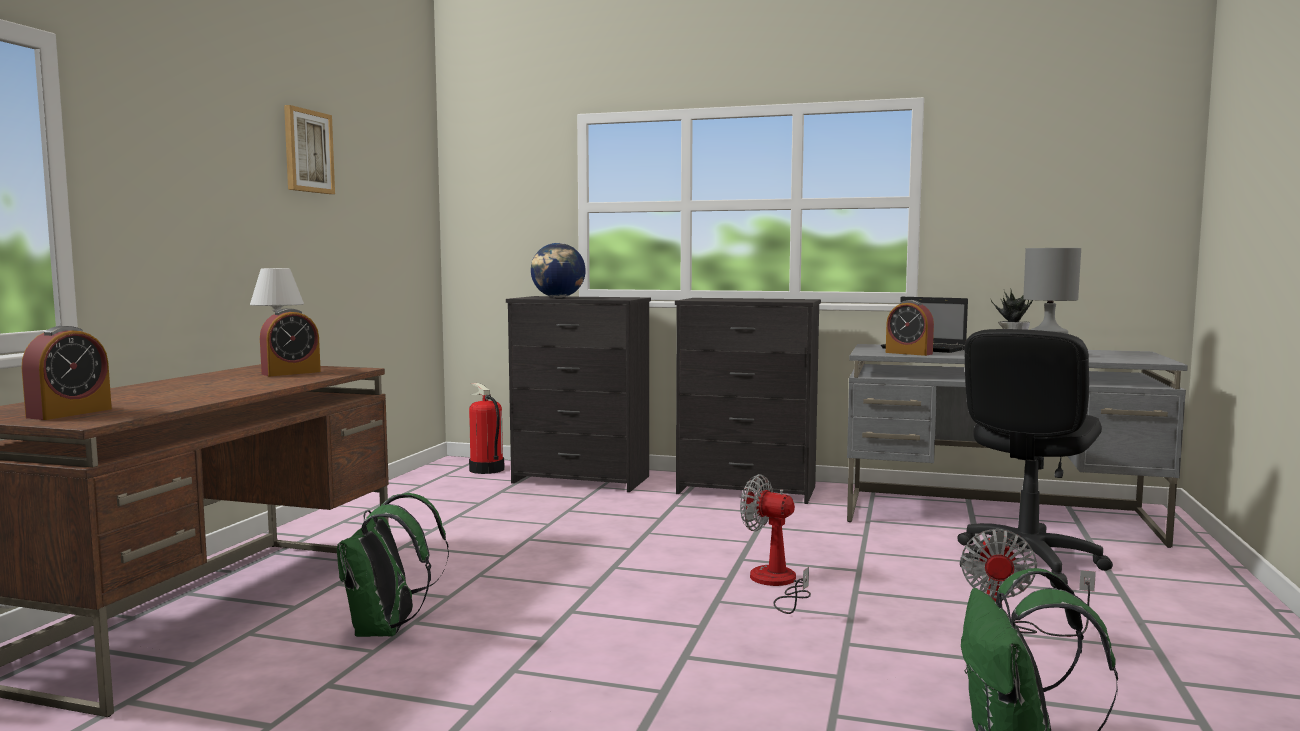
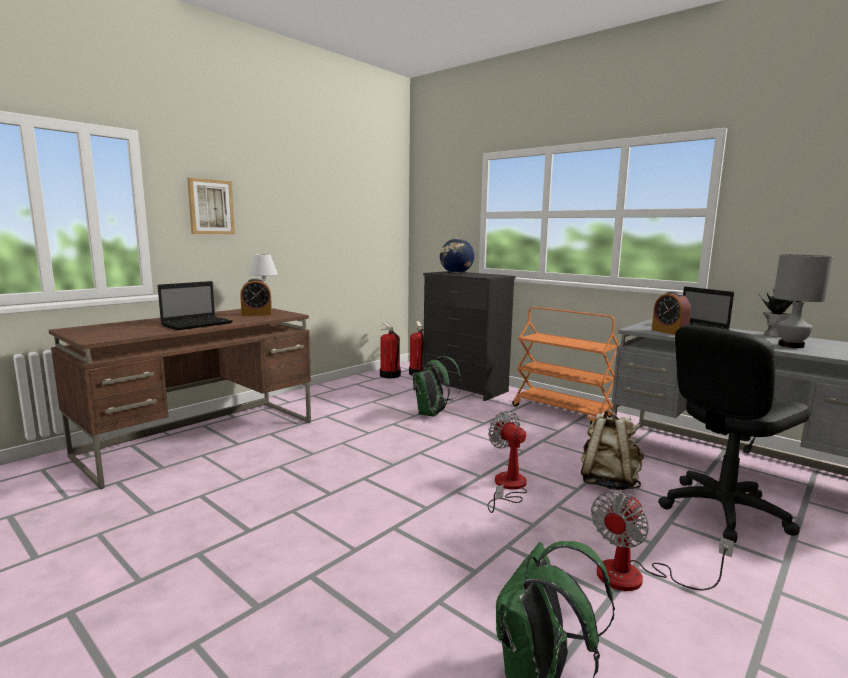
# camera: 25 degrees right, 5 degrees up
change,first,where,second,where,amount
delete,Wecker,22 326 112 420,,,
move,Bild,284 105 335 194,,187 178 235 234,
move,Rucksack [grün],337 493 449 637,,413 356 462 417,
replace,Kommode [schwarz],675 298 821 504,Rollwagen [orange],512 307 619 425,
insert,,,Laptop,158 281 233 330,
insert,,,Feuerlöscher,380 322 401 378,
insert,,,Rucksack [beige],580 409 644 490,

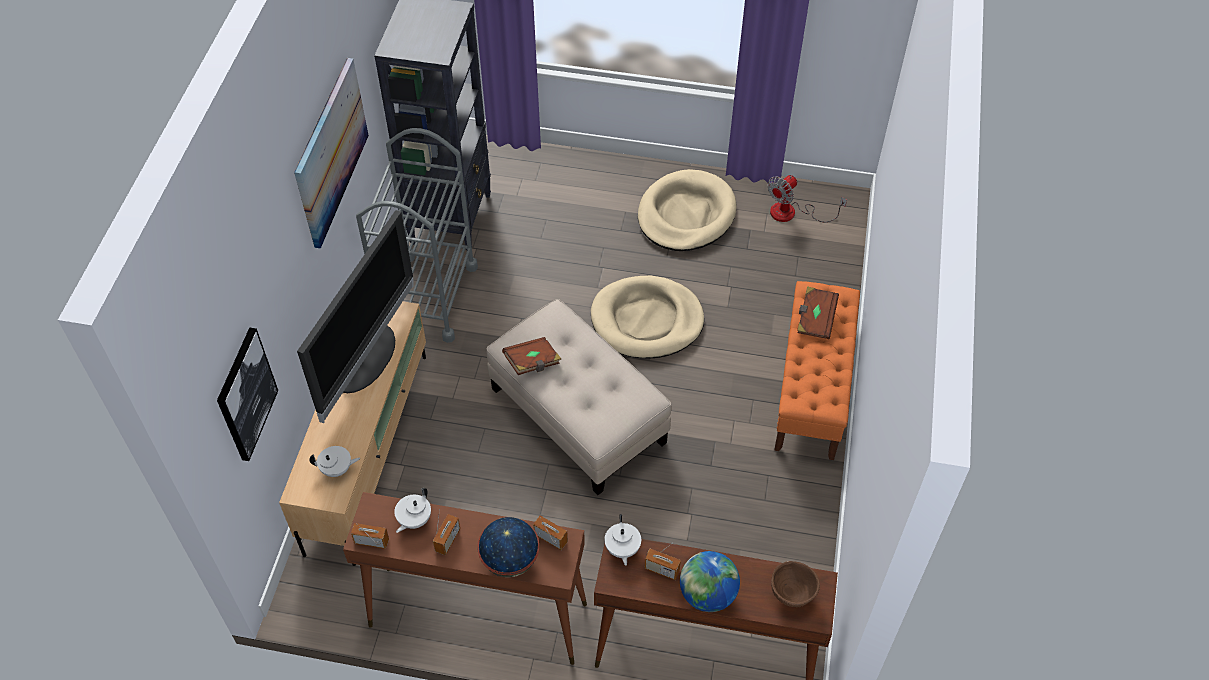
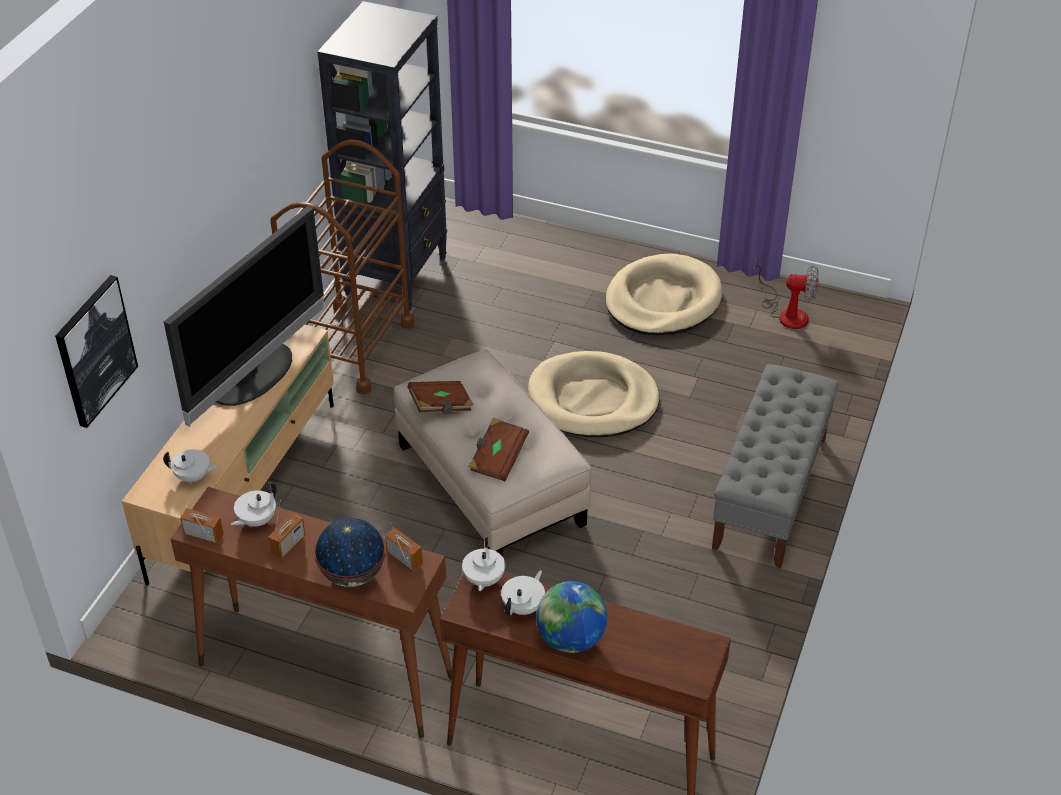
# camera: 10 degrees right, 10 degrees down
change,first,where,second,where,amount
delete,Bild,294 58 369 249,,,
recolor,Rollwagen [grau],356 128 478 343,Rollwagen [braun],270 139 414 395,
replace,Radio,644 543 681 580,Teekanne [weiß],501 570 545 616,
rotate,Ventilator,767 175 847 222,,754 258 819 329,135 degrees counterclockwise
delete,Schüssel [braun],771 561 820 608,,,
recolor,Bank [orange],774 281 860 460,Bank [grau],712 364 839 568,
move,Buch [braun],797 287 839 339,,468 418 529 481,

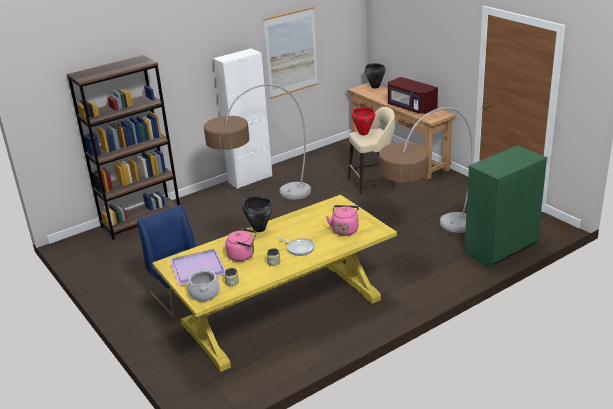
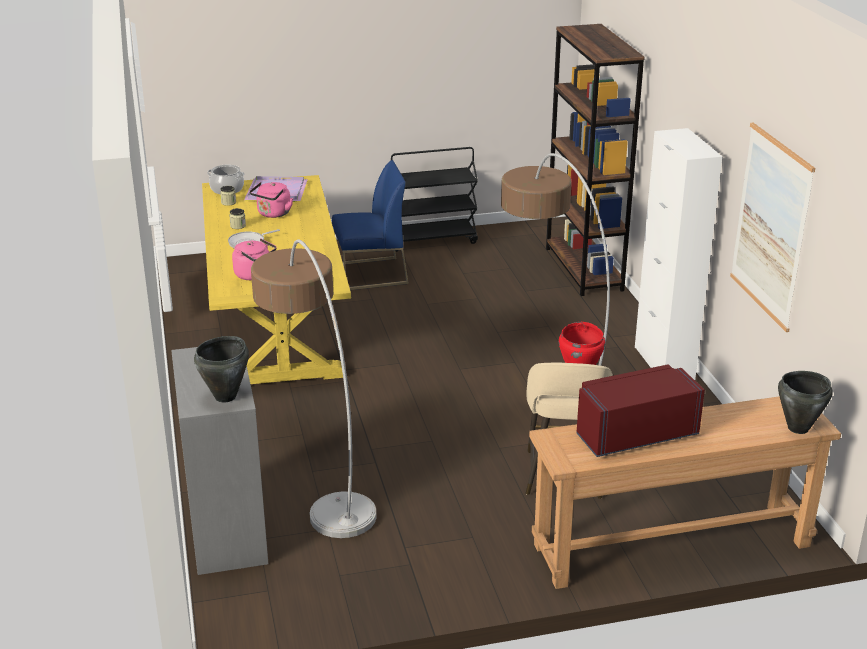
# camera: 110 degrees right, 0 degrees up
change,first,where,second,where,amount
move,Kochtopf [schwarz],242 196 273 232,,194 336 249 403,
recolor,Kommode [grün],464 145 548 269,Kommode [grau],171 347 268 575,
insert,,,Rollwagen [schwarz],391 147 478 252,

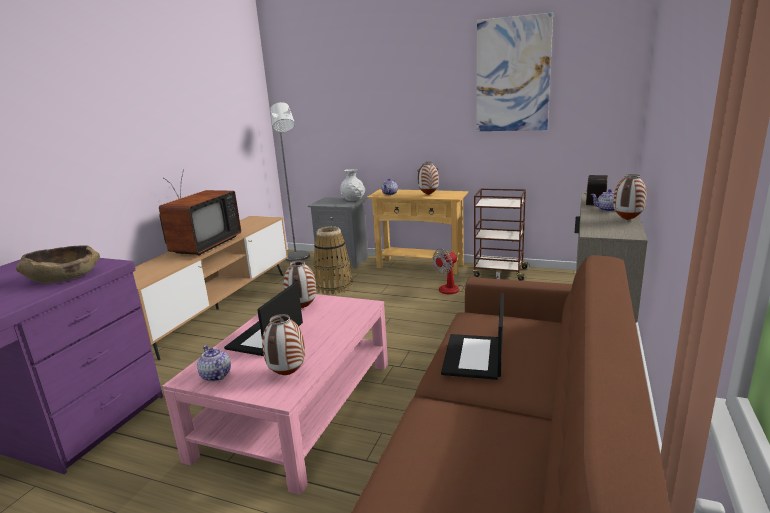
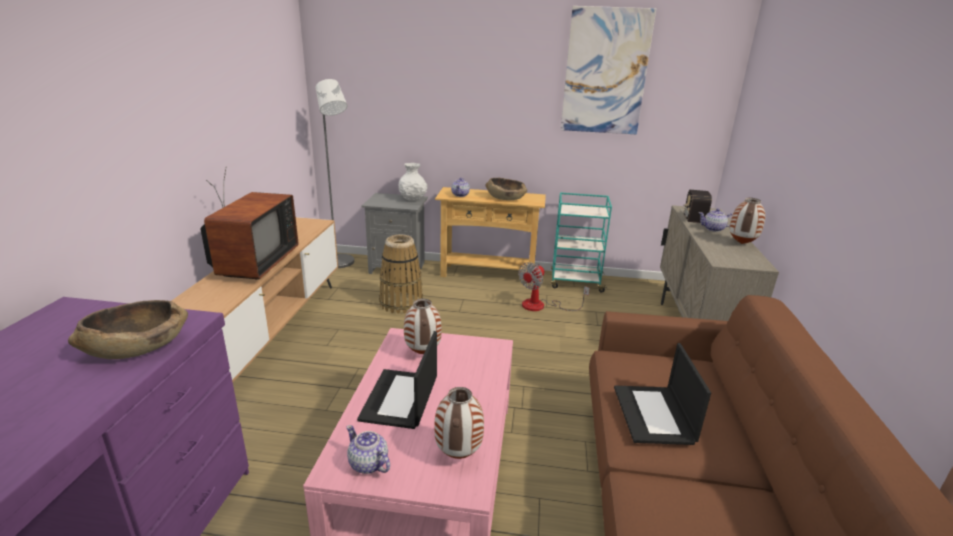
# camera: 15 degrees left, 5 degrees up
change,first,where,second,where,amount
replace,Vase,418 162 439 195,Schüssel [braun],486 178 527 200,
recolor,Rollwagen [braun],473 188 530 281,Rollwagen [türkis],551 192 612 293,

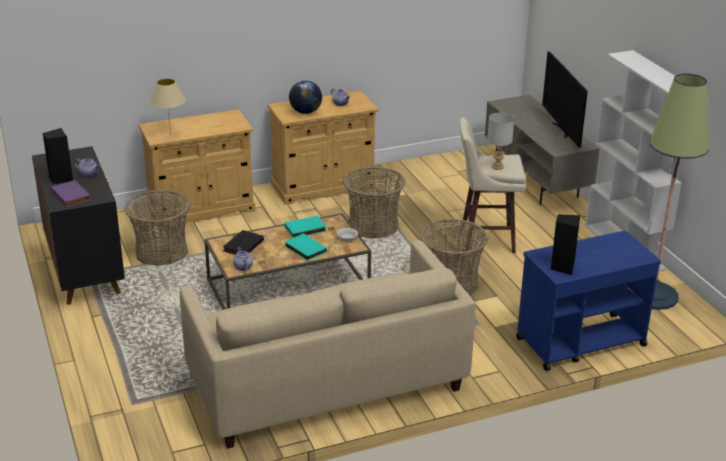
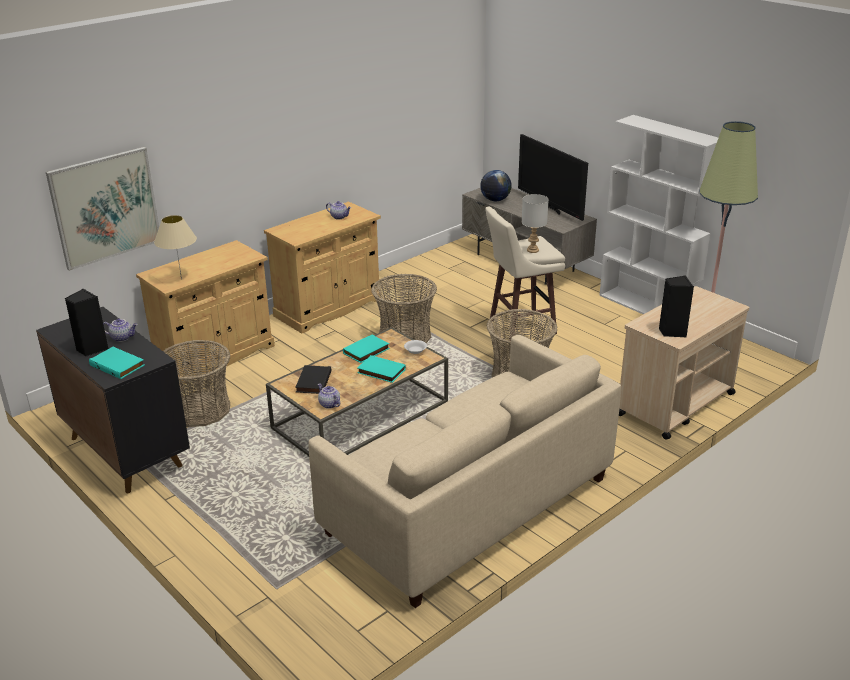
# camera: 20 degrees left, 0 degrees up
change,first,where,second,where,amount
recolor,Buch [lila],51 180 90 207,Buch [türkis],89 347 145 379,
move,Globus,289 80 322 114,,480 170 512 201,
recolor,Rollwagen [blau],516 231 661 371,Rollwagen [beige],619 286 749 440,
insert,,,Bild,46 147 159 271,

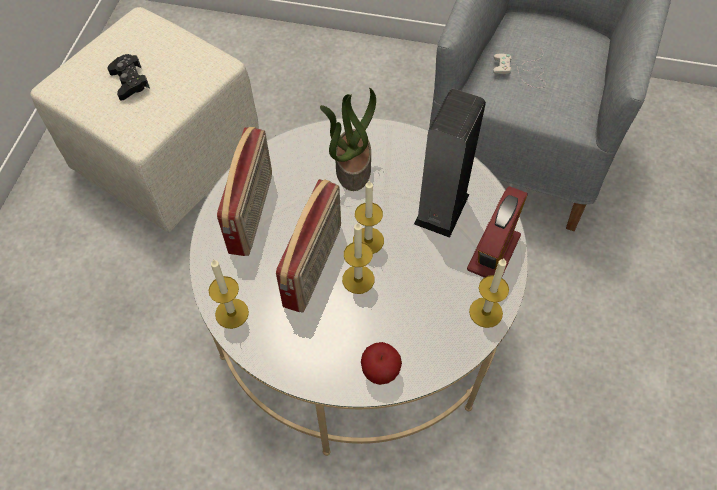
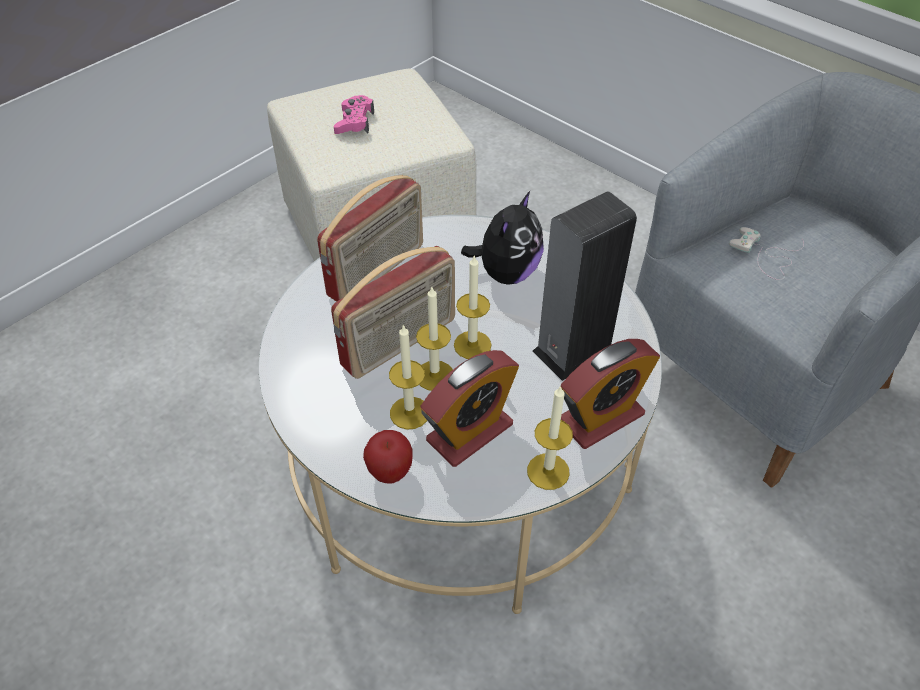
# camera: 30 degrees right, 10 degrees down
change,first,where,second,where,amount
recolor,Gamepad [schwarz],108 54 150 101,Gamepad [rosa],334 95 374 134,
move,Kerze,209 259 249 329,,389 324 427 430,
replace,Topfpflanze,320 88 376 191,Plüschtier,461 191 544 285,
insert,,,Wecker,420 350 519 467,

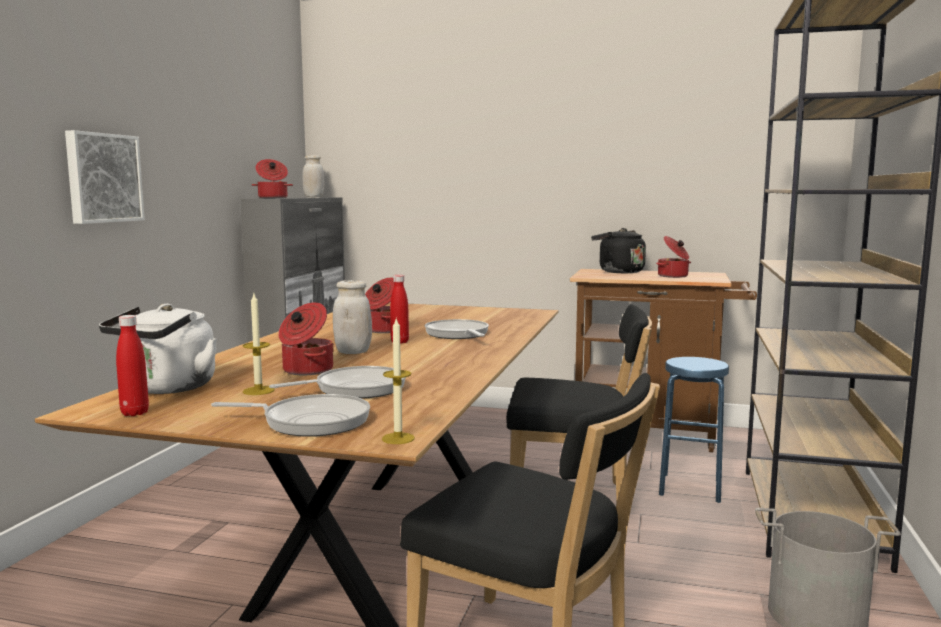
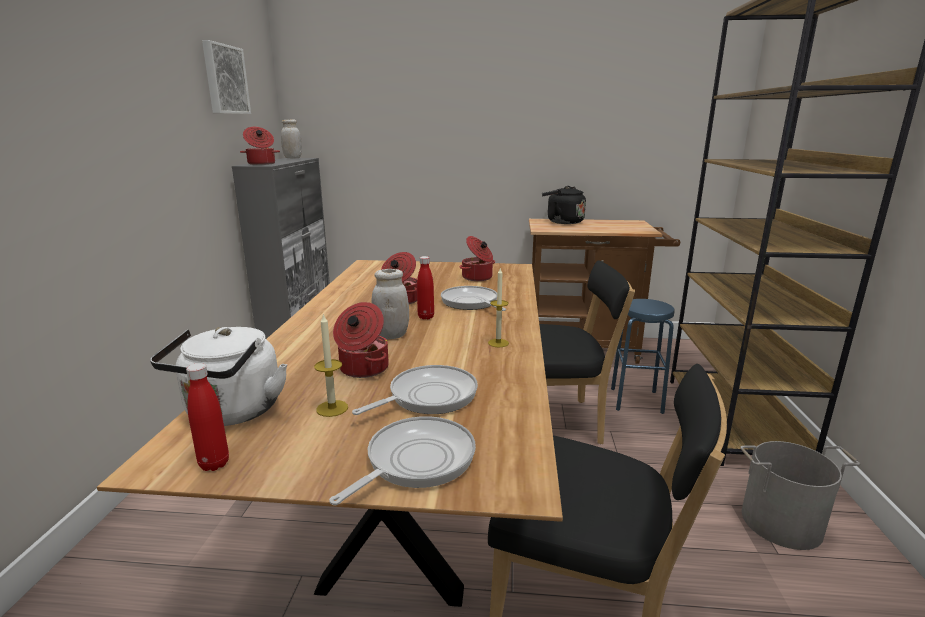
# camera: 10 degrees left, 10 degrees up
change,first,where,second,where,amount
move,Bild,65 130 145 224,,202 40 251 114,
rotate,Pfanne,211 394 370 437,,329 416 476 505,45 degrees counterclockwise
move,Kerze,382 317 415 444,,488 268 509 347,
move,Kochtopf,656 236 691 278,,459 236 495 281,

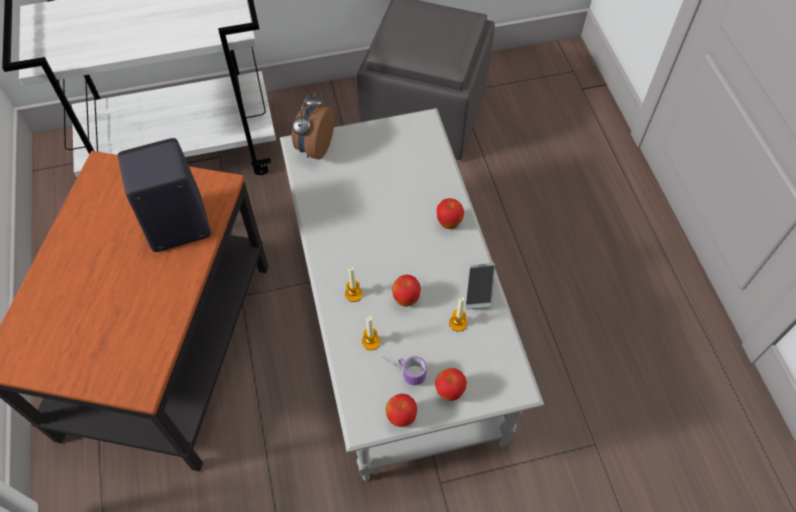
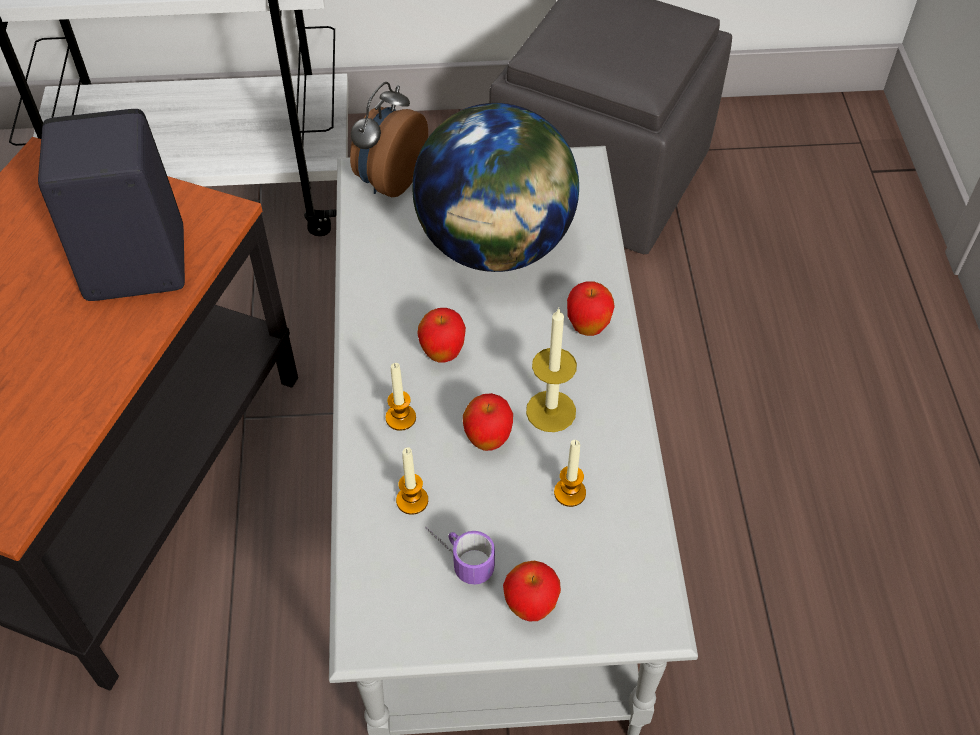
# camera: 10 degrees right, 5 degrees down
change,first,where,second,where,amount
move,Apfel,386 393 417 427,,417 308 466 362,
delete,Handy,466 263 495 309,,,
insert,,,Globus,412 103 579 272,
insert,,,Kerze,526 308 577 432,

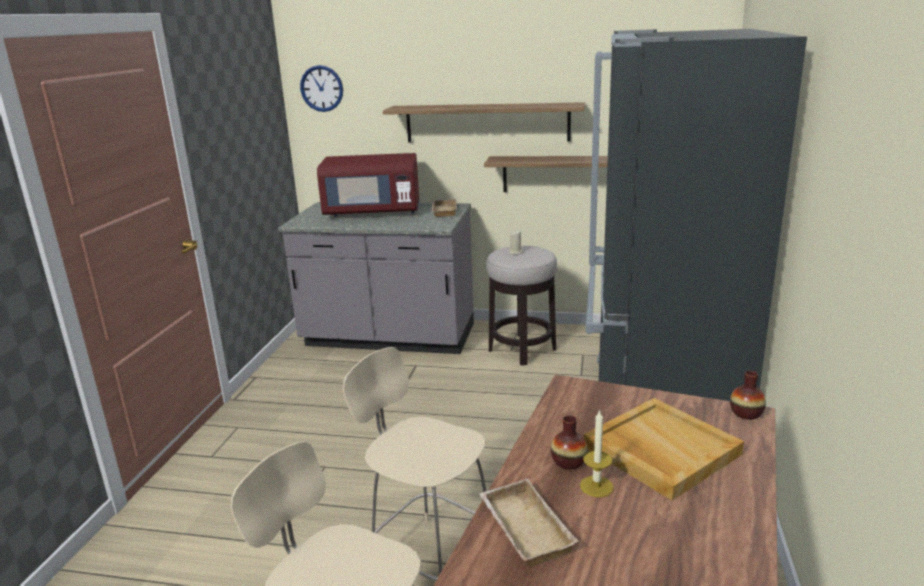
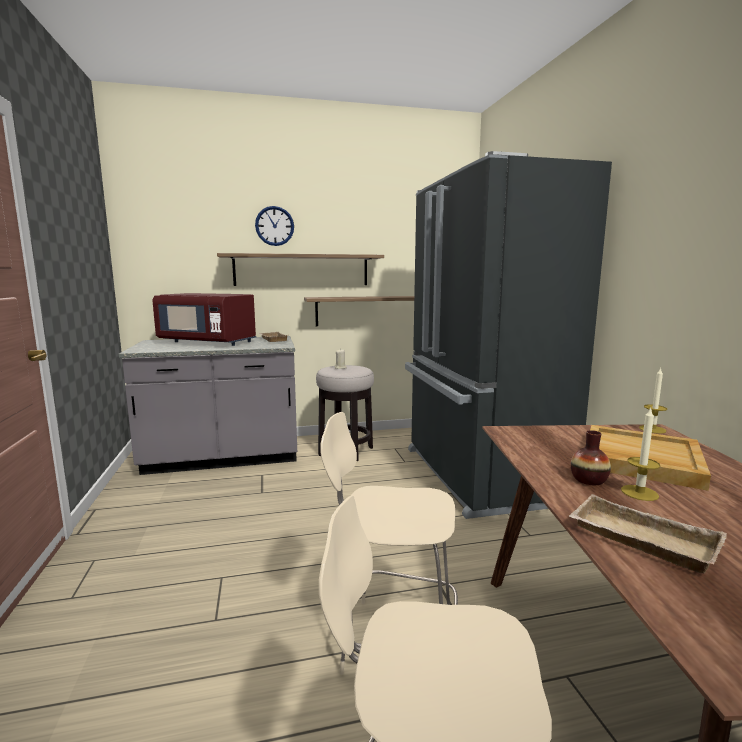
# camera: 25 degrees left, 10 degrees down
change,first,where,second,where,amount
move,Wanduhr,300 65 343 112,,255 206 294 246,
rotate,Mikrowelle [rot],317 153 420 217,,152 293 256 346,45 degrees clockwise
replace,Vase,730 370 766 420,Kerze,639 367 667 434,

